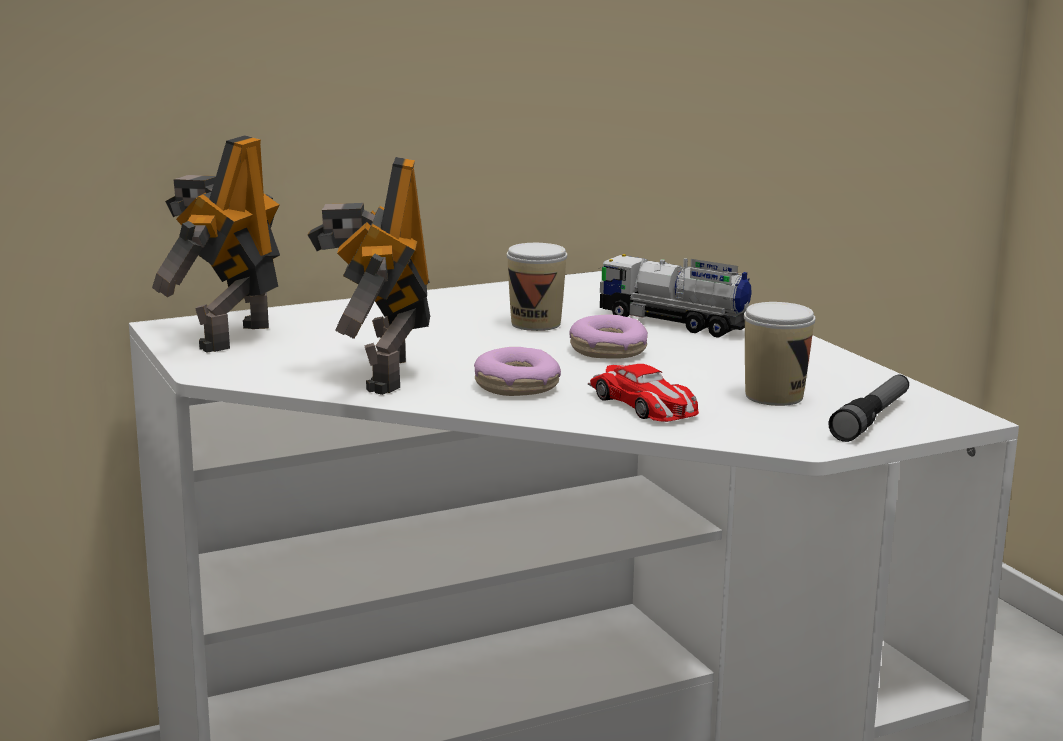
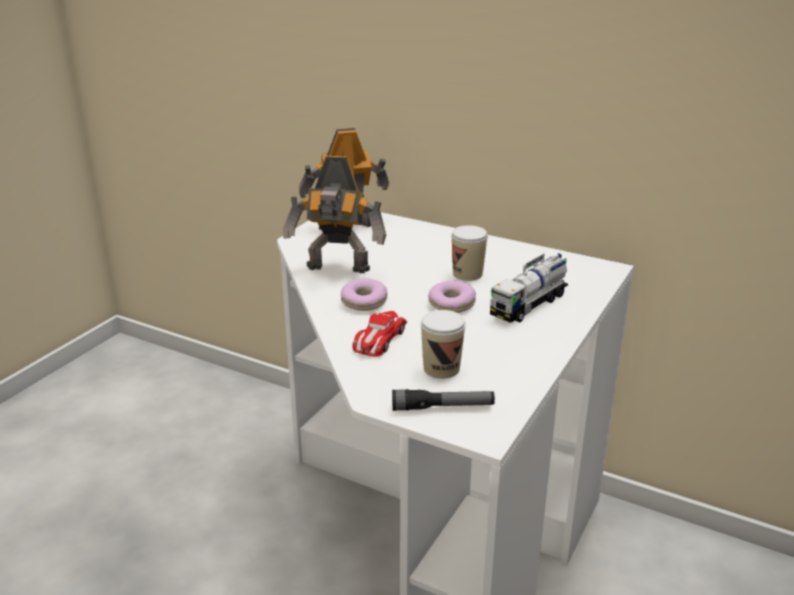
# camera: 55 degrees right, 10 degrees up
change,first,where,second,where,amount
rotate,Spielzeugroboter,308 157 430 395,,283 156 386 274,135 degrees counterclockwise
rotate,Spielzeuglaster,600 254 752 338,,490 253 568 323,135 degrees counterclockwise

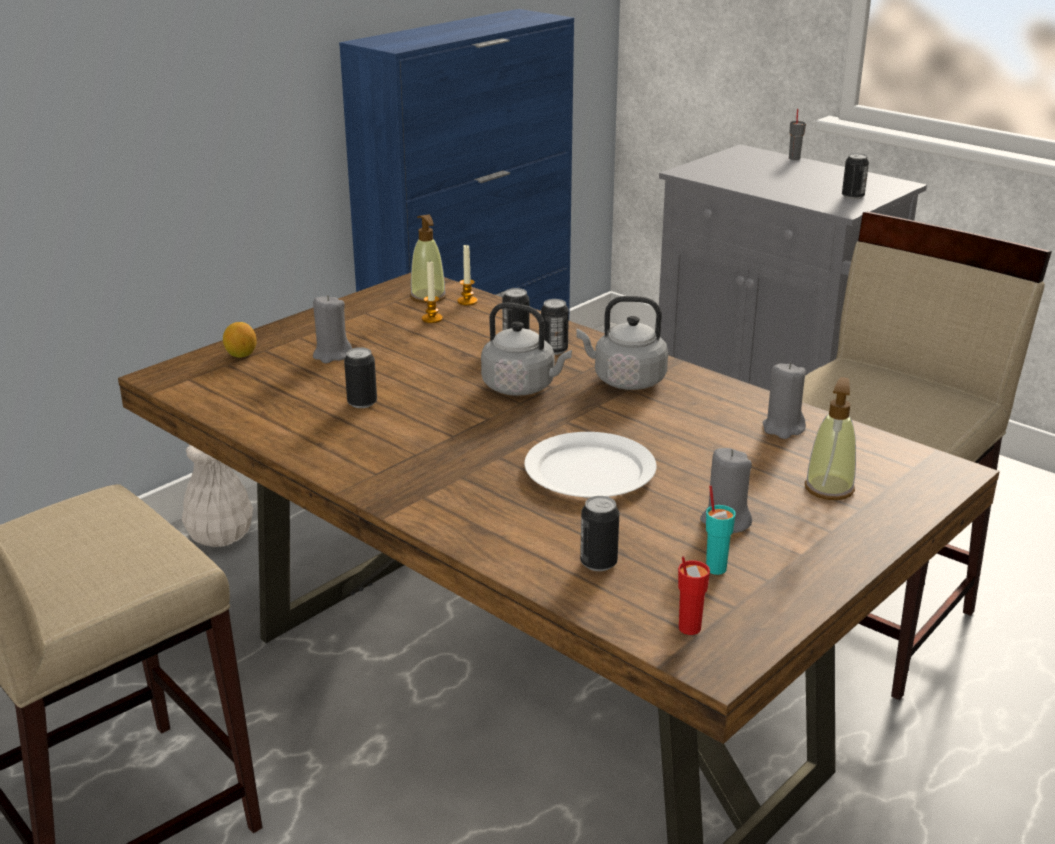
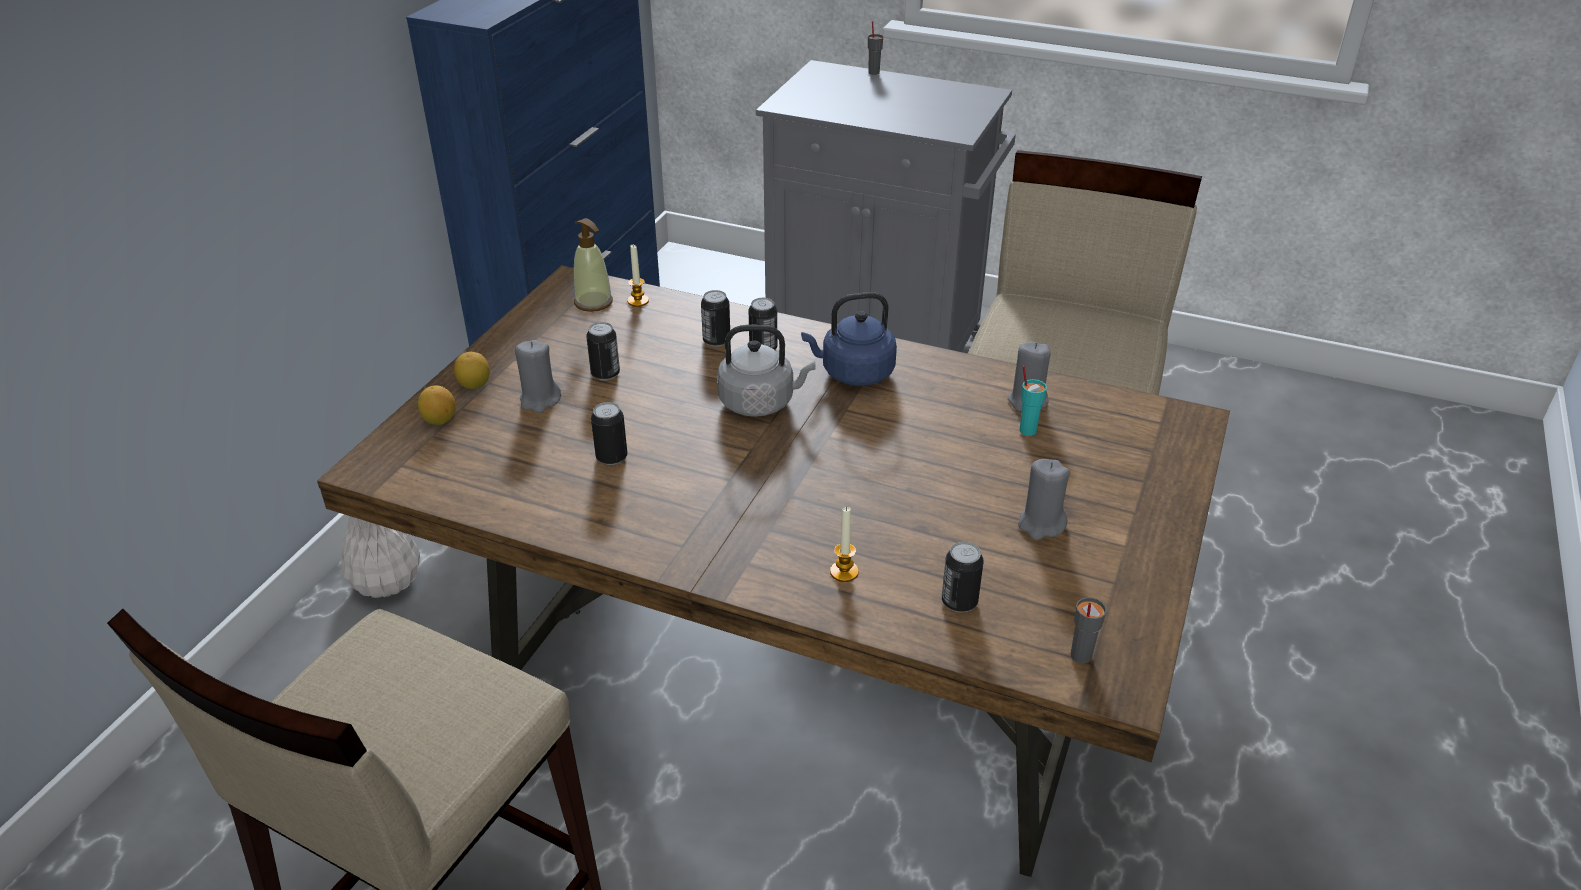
# camera: 20 degrees left, 10 degrees up
change,first,where,second,where,amount
move,Kerze,422 262 443 323,,830 507 859 582,
delete,Teller [weiß],524 432 657 498,,,
recolor,Wasserkessel [grau],576 296 668 390,Wasserkessel [blau],801 292 897 386,
recolor,Tasse [rot],678 556 710 635,Tasse [grau],1071 597 1107 664,
move,Tasse [türkis],706 485 736 575,,1020 366 1047 436,
delete,Seifenspender,805 377 856 500,,,
move,Dose,842 153 869 200,,586 322 620 381,
insert,,,Zitrone,454 352 490 389,

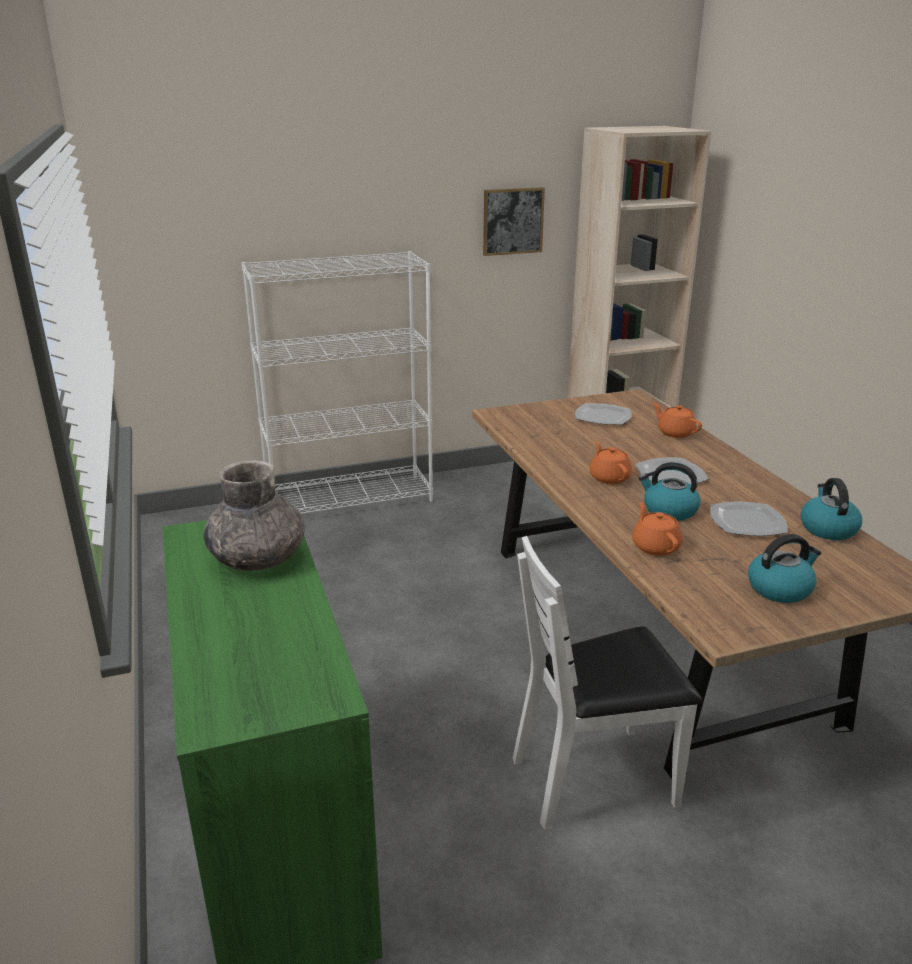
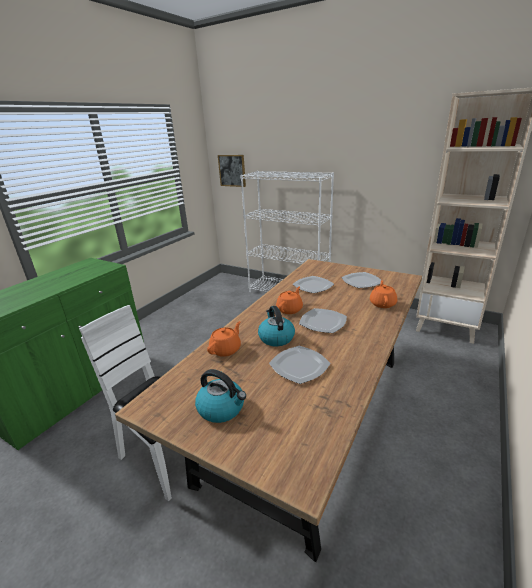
# camera: 50 degrees right, 0 degrees up
change,first,where,second,where,amount
delete,Vase [grau],203 460 305 571,,,
move,Bild,483 187 545 256,,218 155 246 187,
delete,Wasserkessel,801 478 862 540,,,
insert,,,Teller,293 276 334 293,

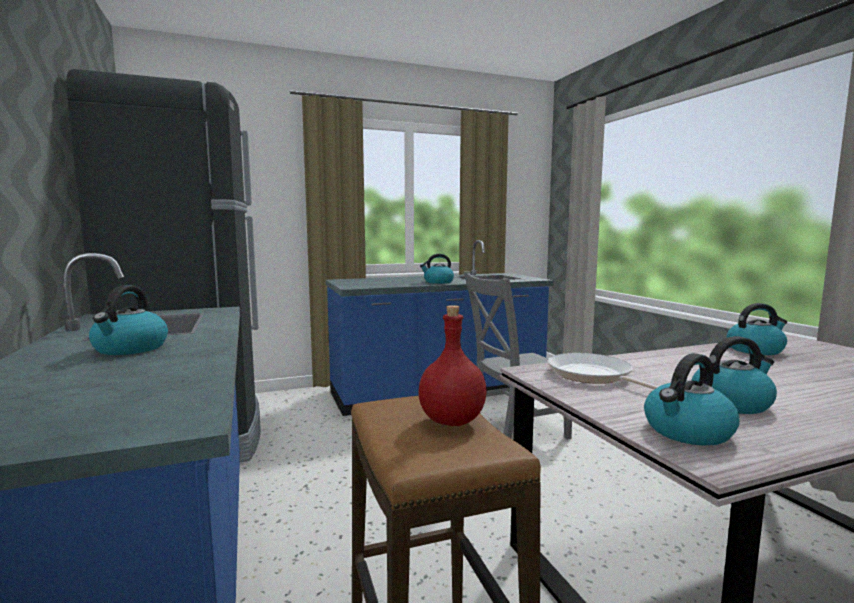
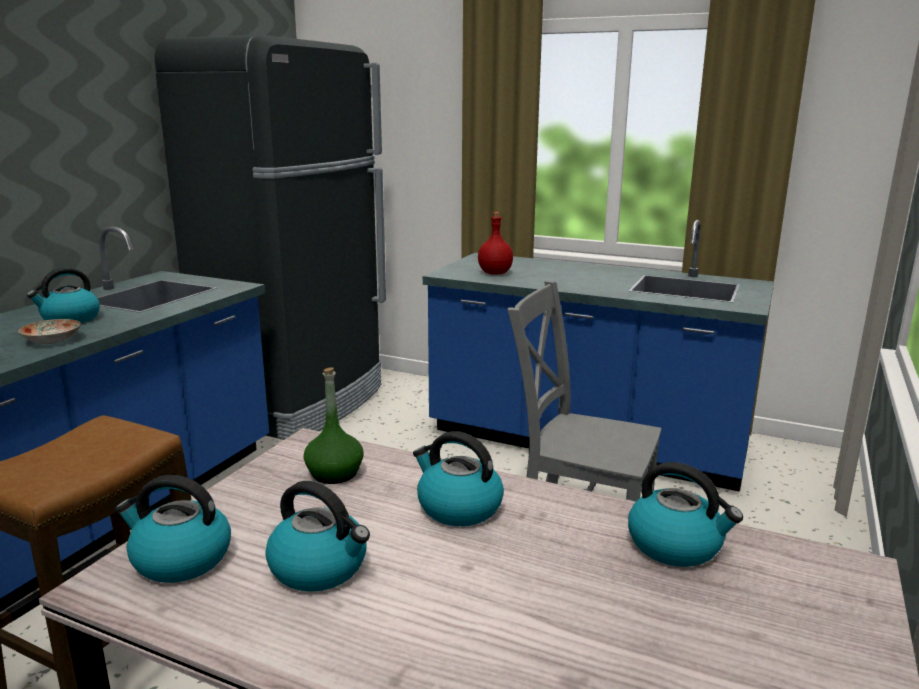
# camera: 45 degrees right, 10 degrees up
change,first,where,second,where,amount
move,Flasche [rot],419 305 487 426,,478 212 513 275,
move,Wasserkessel,420 254 454 284,,413 431 504 526,
replace,Pfanne,547 353 658 389,Flasche [grün],304 367 363 484,
insert,,,Teller,18 319 81 344,

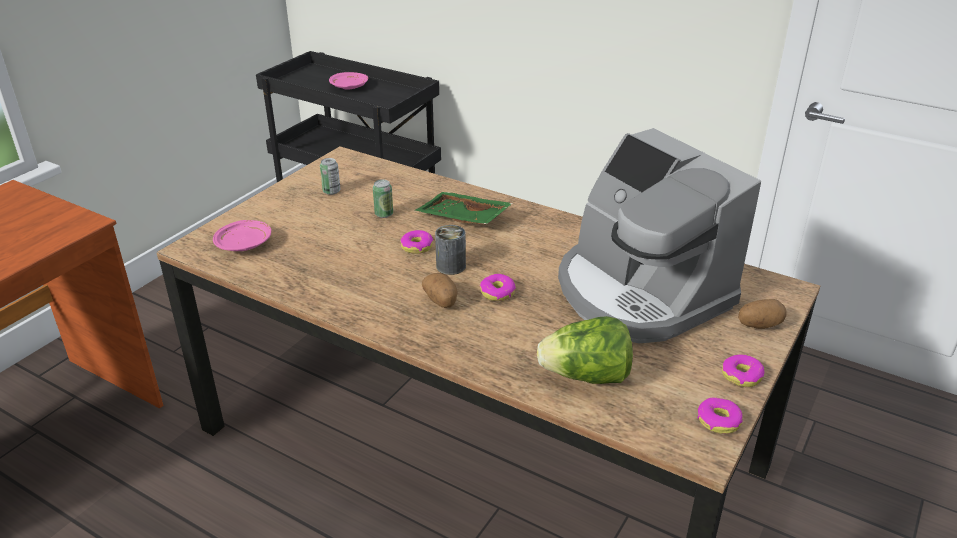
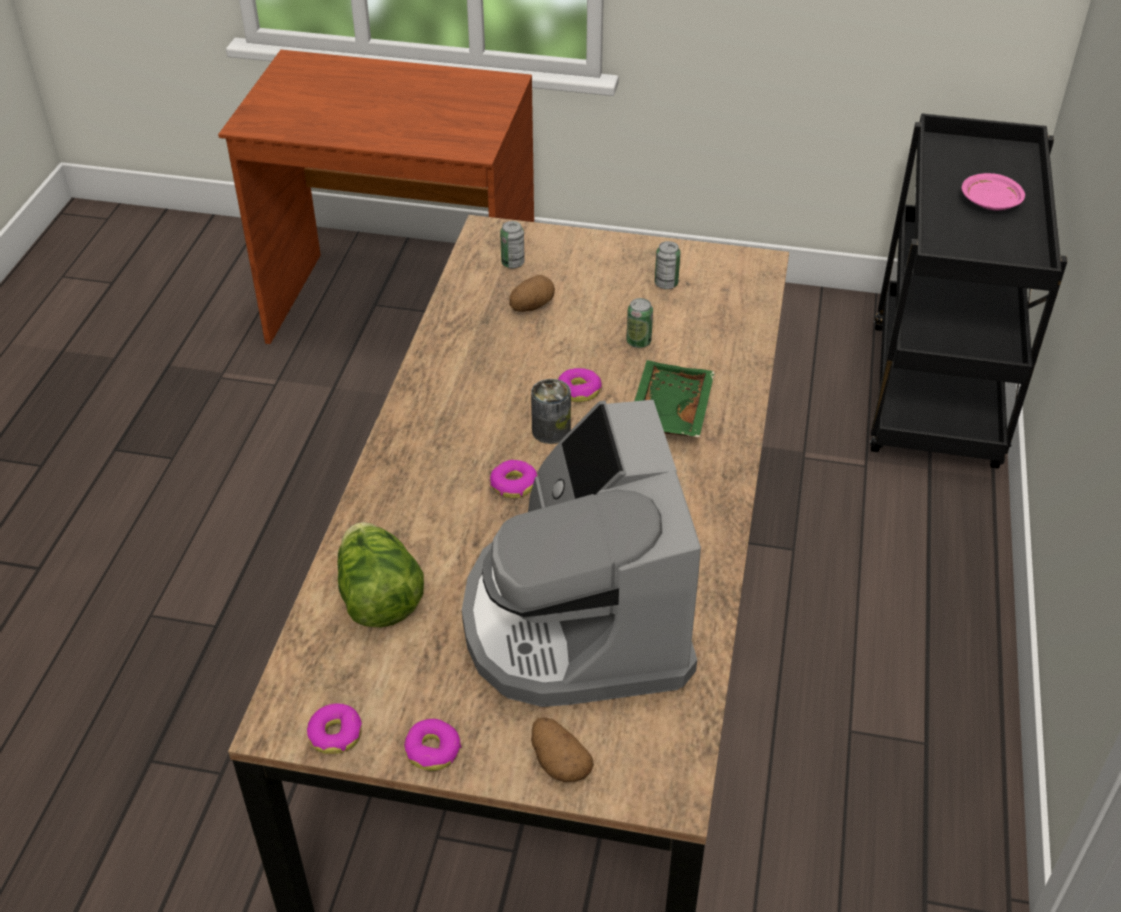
# camera: 70 degrees right, 10 degrees up
change,first,where,second,where,amount
replace,Teller [rosa],213 220 271 251,Dose,500 221 525 269,
move,Kartoffel,422 273 458 308,,509 275 555 312,
rotate,Kaffeemaschine,558 128 761 344,,462 400 701 707,45 degrees counterclockwise

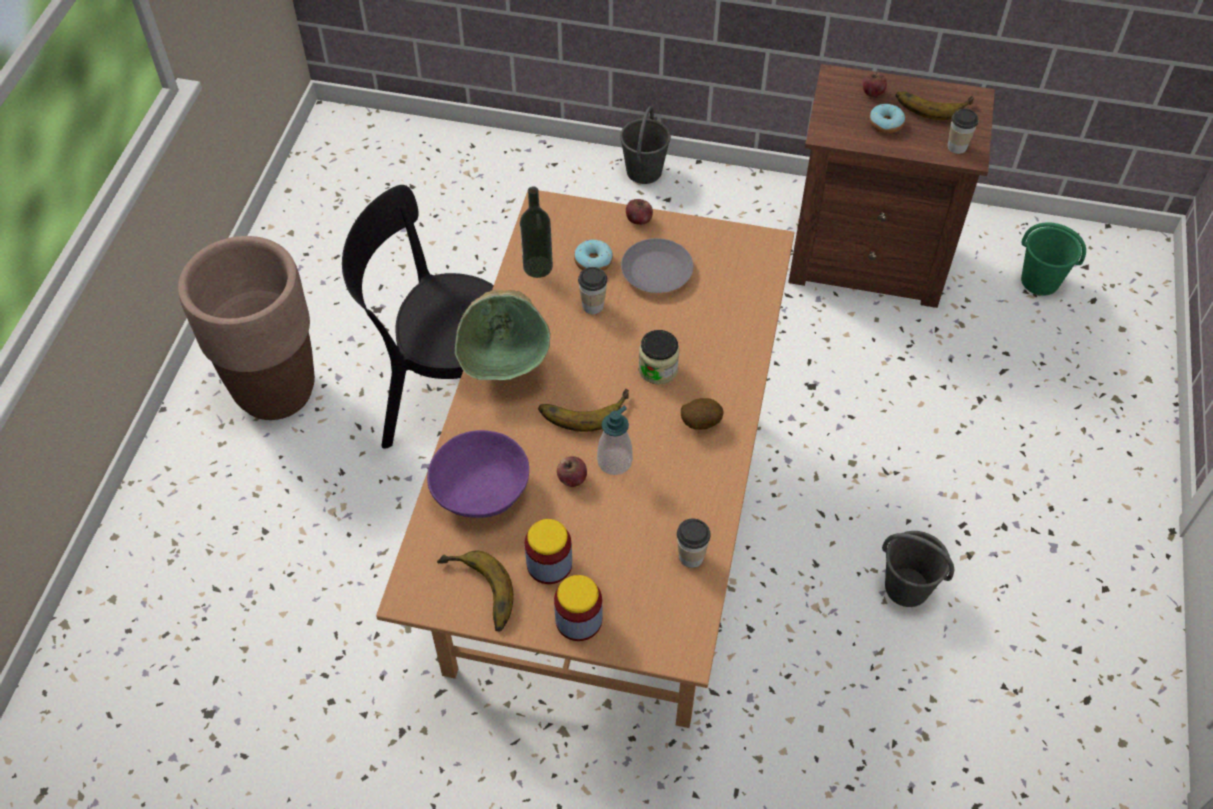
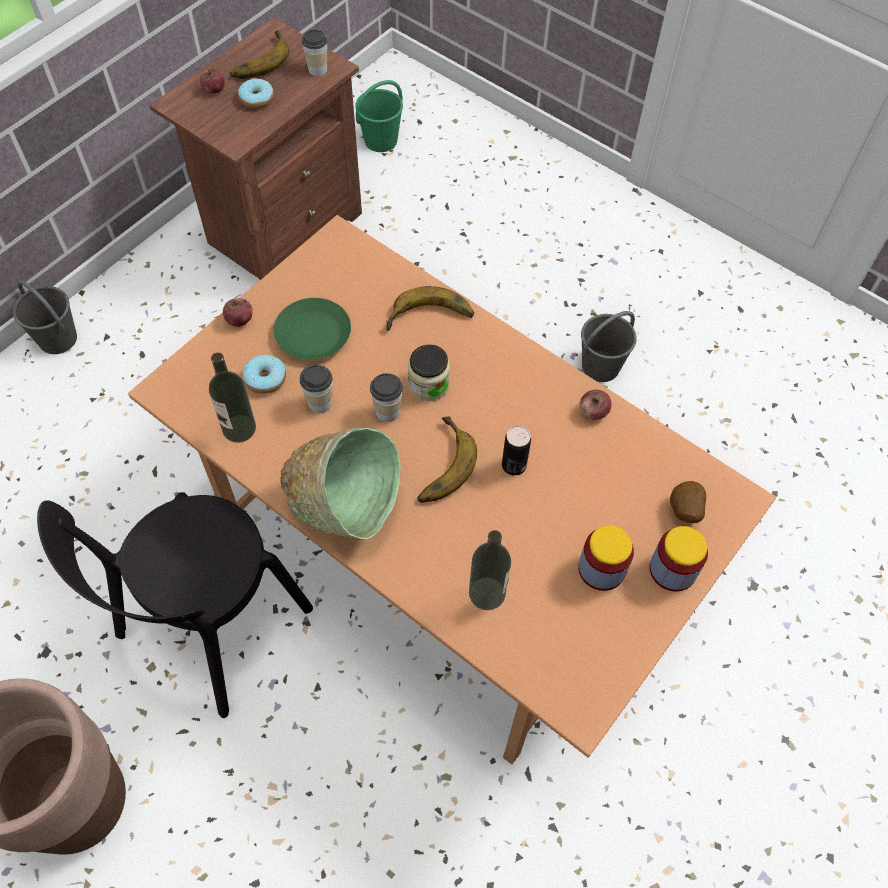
# camera: 65 degrees left, 5 degrees up
change,first,where,second,where,amount
replace,Schüssel [lila],427 430 529 518,Flasche,469 530 511 610,
move,Banane,437 551 513 632,,386 286 474 331,
move,Apfel,557 456 587 487,,579 390 612 420,
replace,Seifenspender,597 406 633 475,Dose,502 426 531 476,
recolor,Teller [grau],621 238 693 293,Teller [grün],274 298 351 360,
move,Tasse,677 518 711 568,,370 373 403 422,
move,Kartoffel,681 398 724 430,,670 481 706 523,

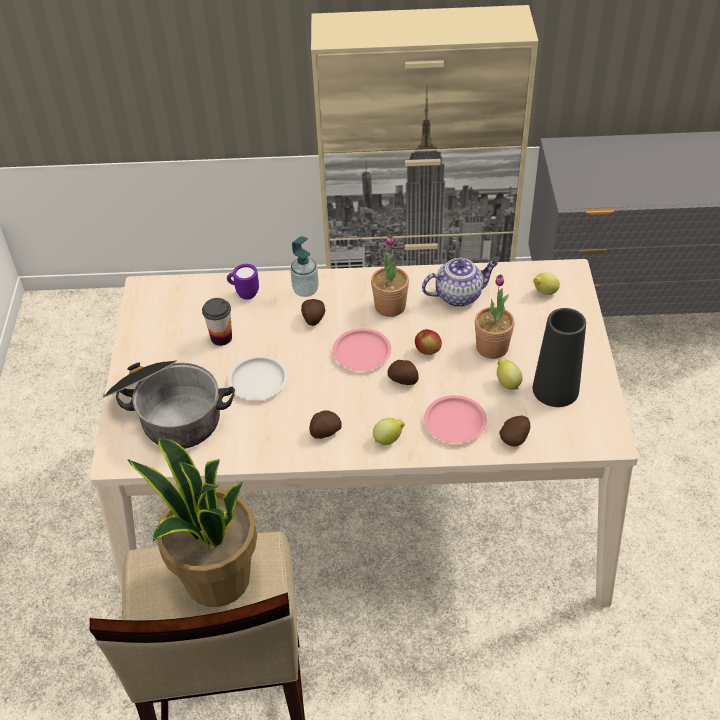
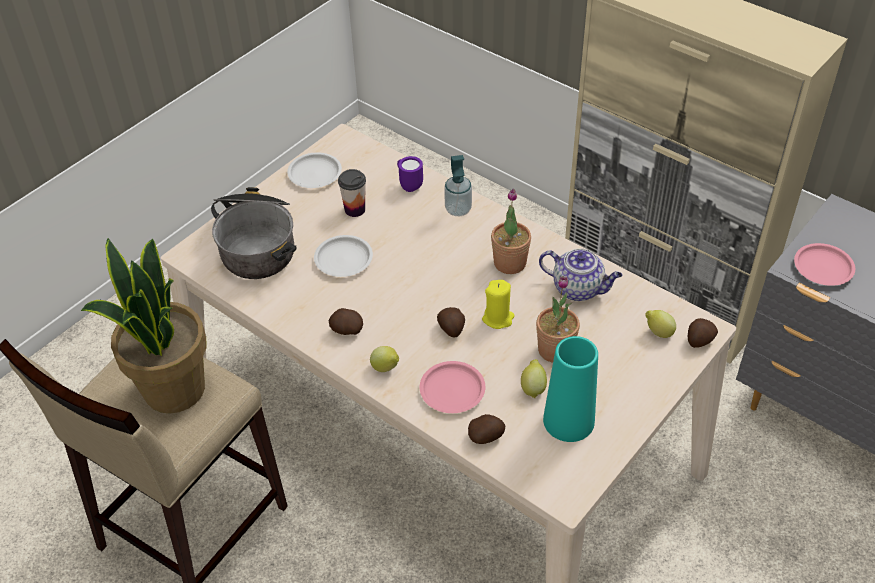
# camera: 40 degrees right, 0 degrees up
change,first,where,second,where,amount
move,Kartoffel,301 299 325 326,,688 318 718 348,
move,Teller [rosa],333 328 391 371,,794 243 855 286,
replace,Apfel,415 329 442 355,Kerze [gelb],482 280 515 329,
recolor,Vase [schwarz],533 308 586 407,Vase [türkis],543 336 598 442,
insert,,,Teller [weiß],287 152 342 188,

